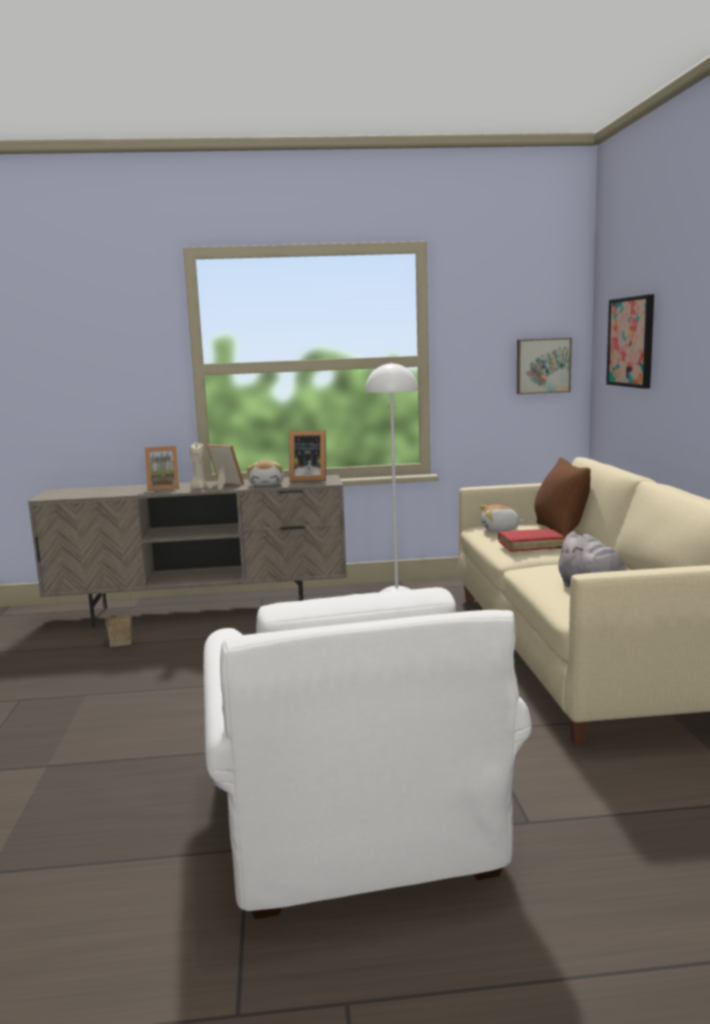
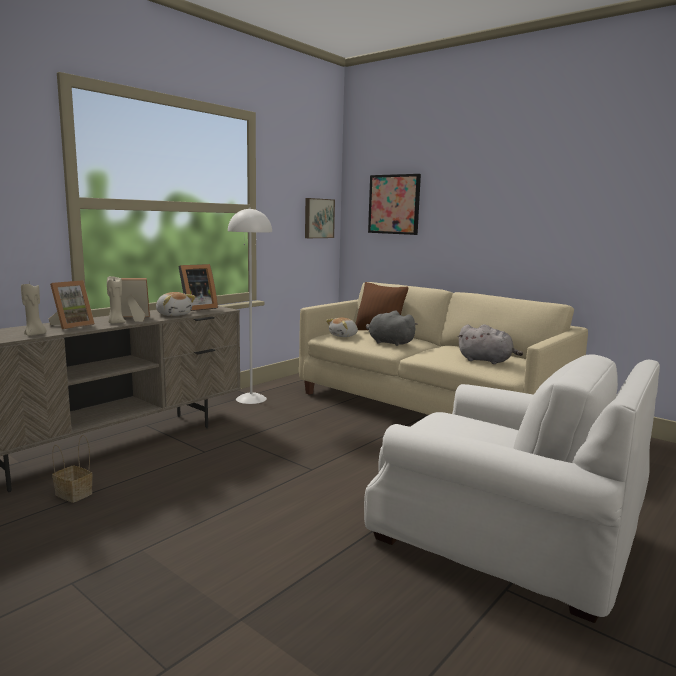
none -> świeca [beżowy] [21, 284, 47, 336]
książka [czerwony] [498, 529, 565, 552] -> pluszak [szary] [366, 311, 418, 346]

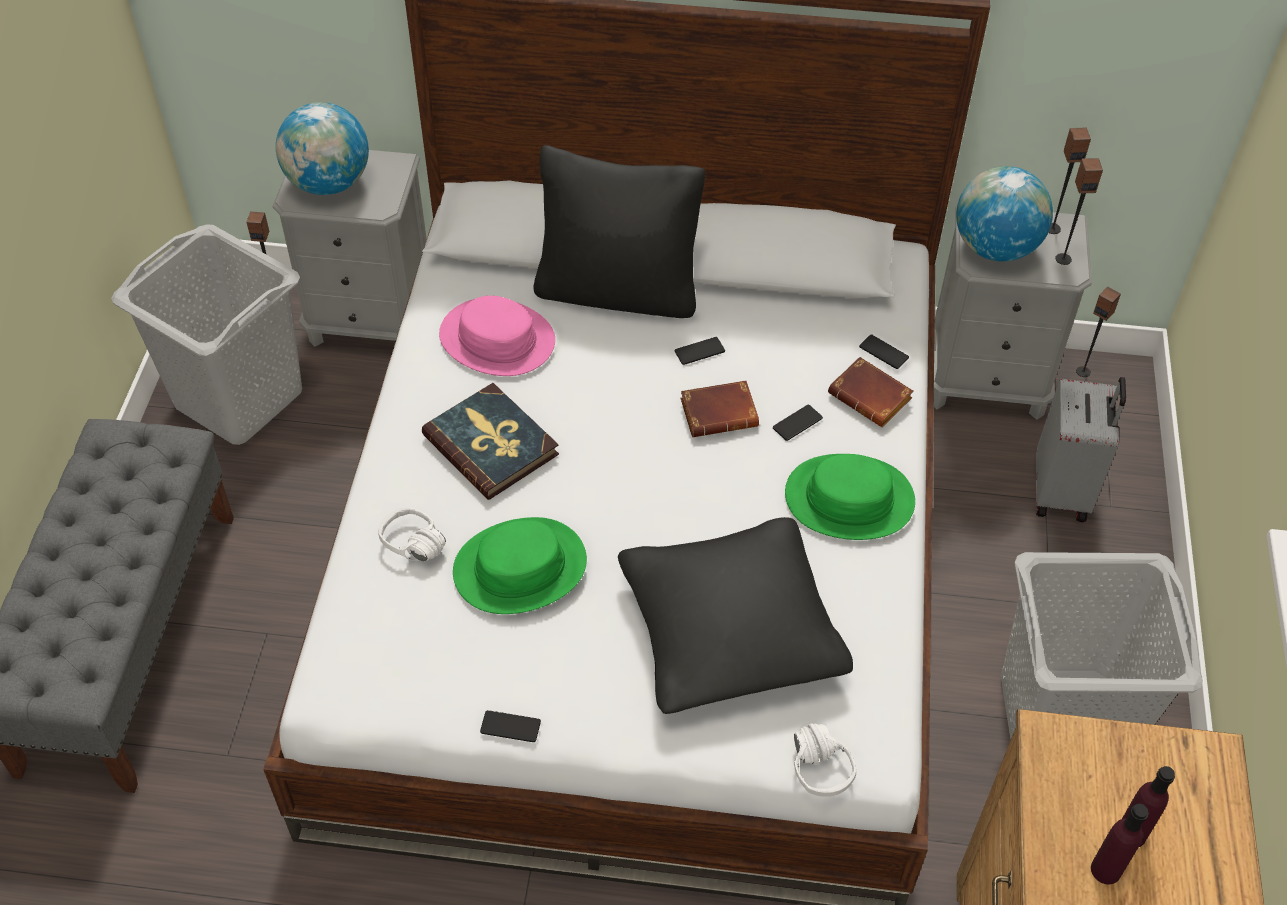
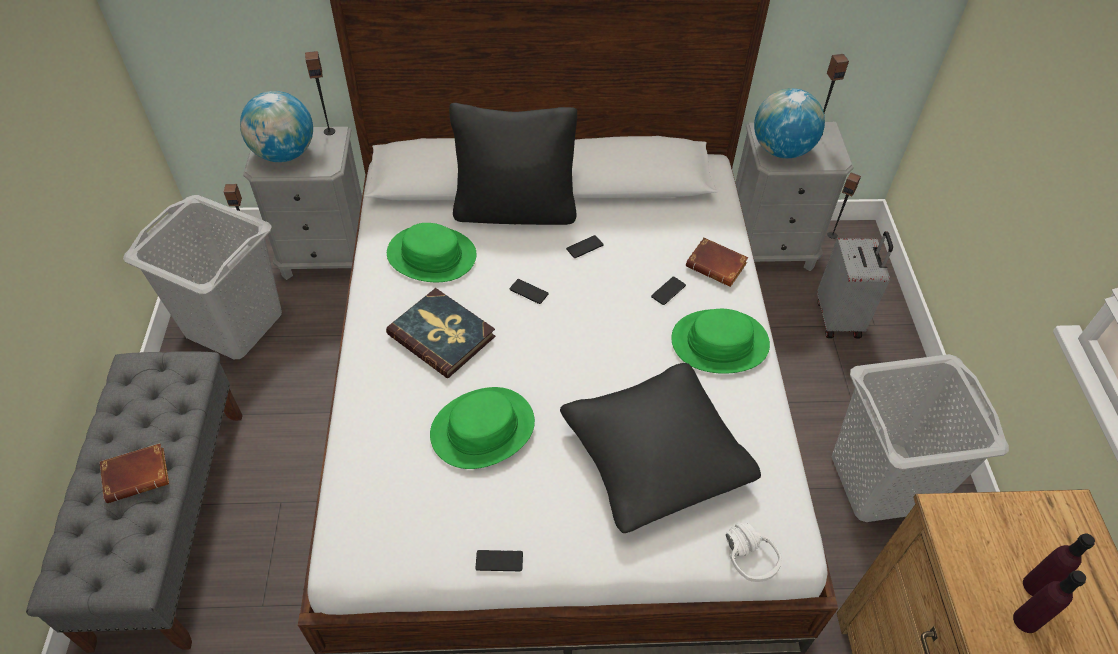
słuchawki [biały] [379, 507, 446, 561] -> none
książka [brązowy] [681, 380, 759, 437] -> książka [brązowy] [100, 443, 169, 504], shifted
telefon [859, 334, 909, 369] -> telefon [510, 279, 549, 304], shifted
głośnik [1055, 158, 1103, 265] -> głośnik [305, 51, 335, 135], shifted
kapelusz [różowy] [439, 296, 555, 376] -> kapelusz [zielony] [387, 223, 476, 282]

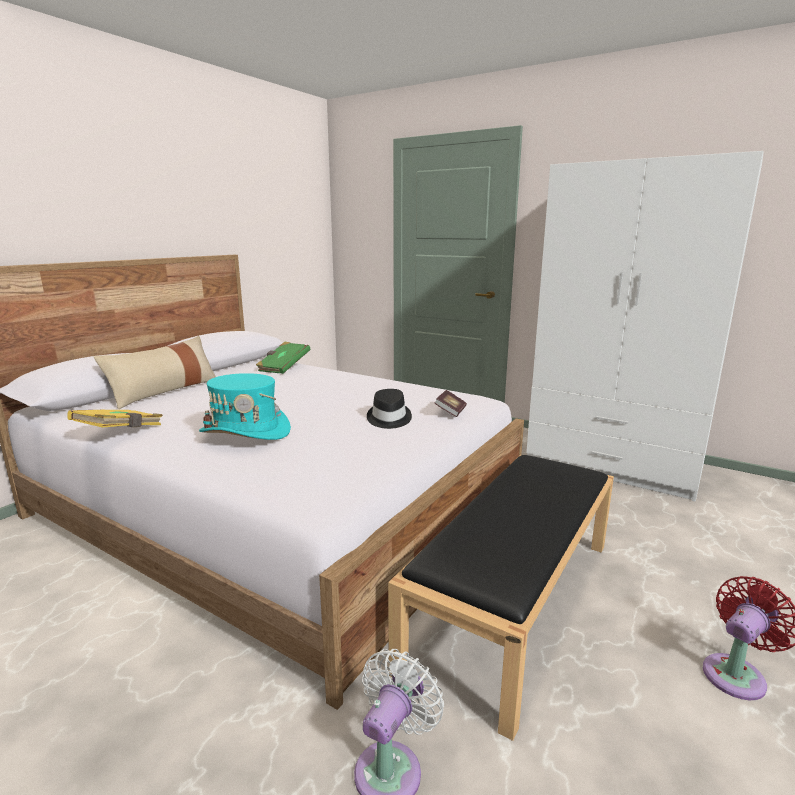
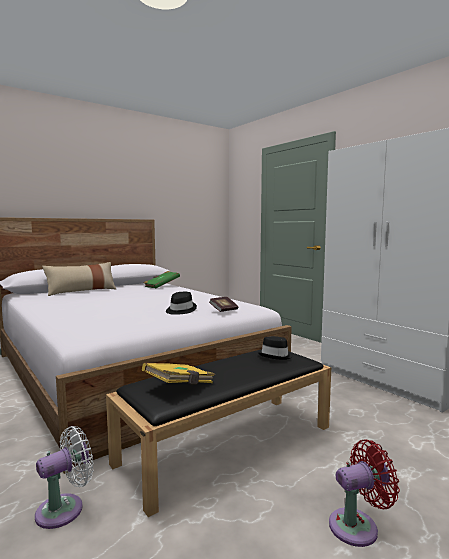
kapelusz [turkusowy] [199, 373, 291, 440] -> none
none -> kapelusz [czarny] [257, 336, 293, 360]
książka [żółty] [67, 410, 163, 428] -> książka [żółty] [142, 363, 215, 384], shifted

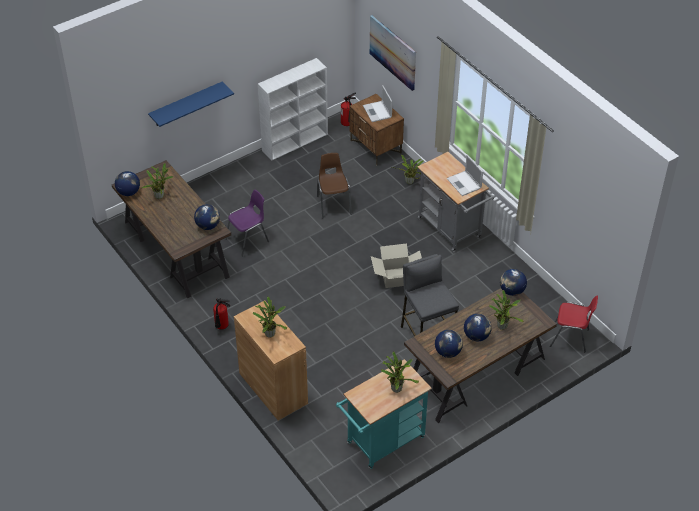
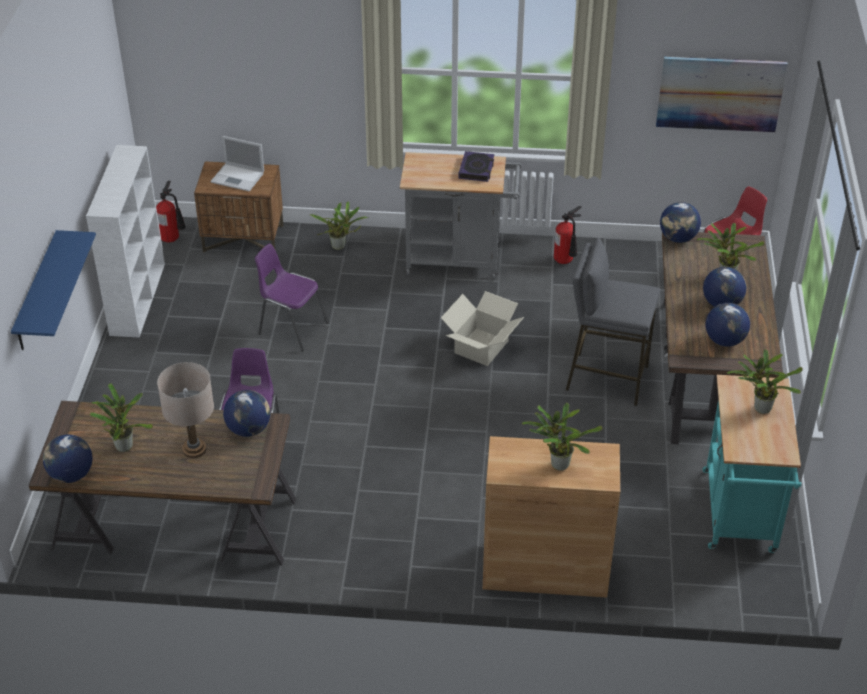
none -> lampa stołowa [beżowy] [157, 362, 214, 458]
gaśnica [213, 299, 230, 330] -> gaśnica [554, 206, 582, 264], shifted
obraz [370, 15, 416, 91] -> obraz [656, 56, 788, 132], shifted
laptop [447, 155, 483, 196] -> książka [458, 151, 494, 182]
krzesło [brązowy] [317, 153, 352, 219] -> krzesło [fioletowy] [255, 244, 328, 352]

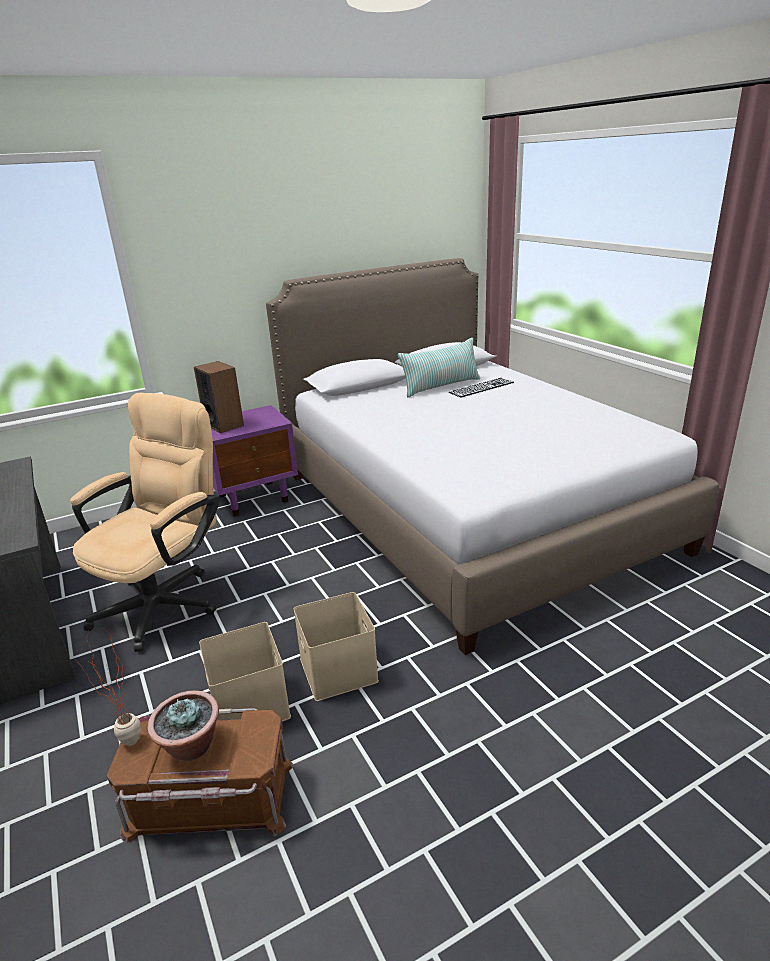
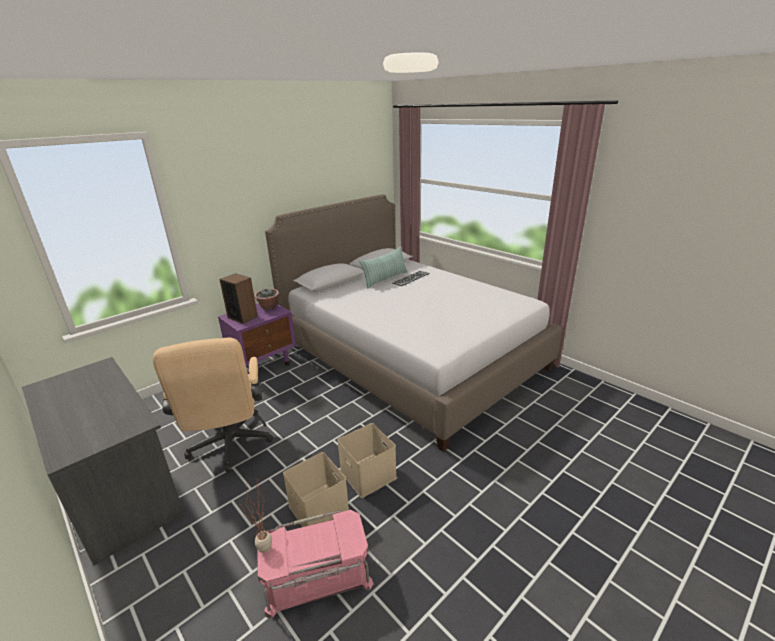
roślina doniczkowa [148, 691, 219, 761] -> roślina doniczkowa [254, 289, 279, 310], shifted
pojemnik do przechowywania [brązowy] [107, 708, 294, 844] -> pojemnik do przechowywania [różowy] [257, 510, 374, 619]
krzesło biurowe [beżowy] [70, 393, 220, 652] -> krzesło biurowe [beżowy] [153, 338, 273, 472], 150 degrees clockwise

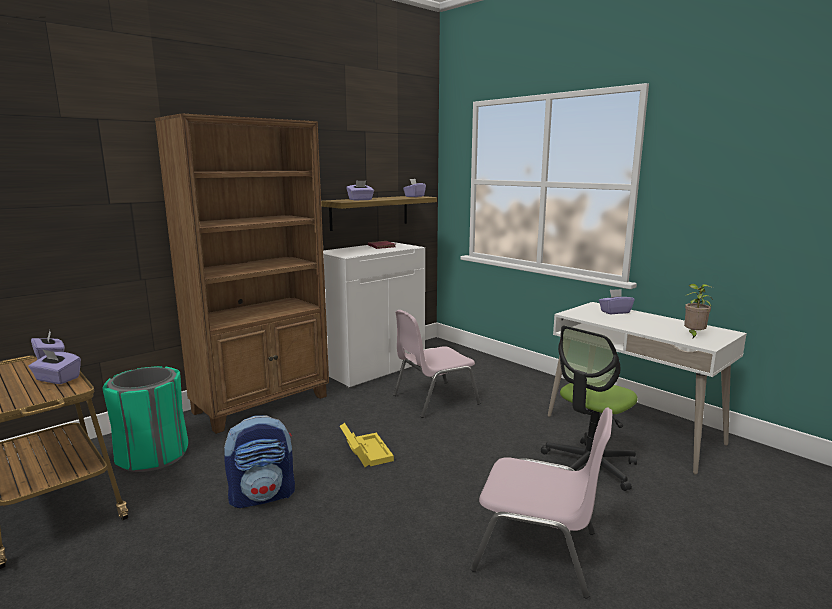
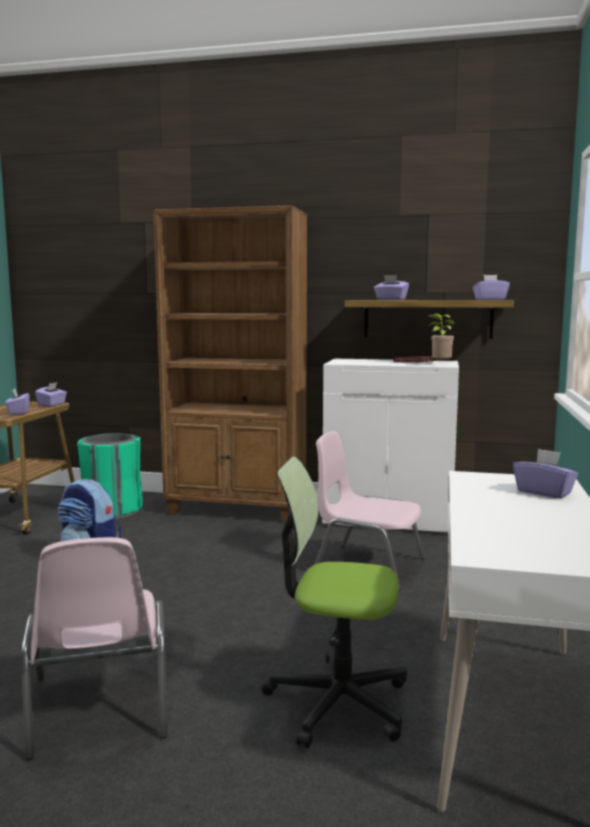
pojemnik do przechowywania [żółty] [340, 423, 394, 467] -> none
roślina doniczkowa [684, 284, 713, 338] -> roślina doniczkowa [428, 314, 454, 365], shifted

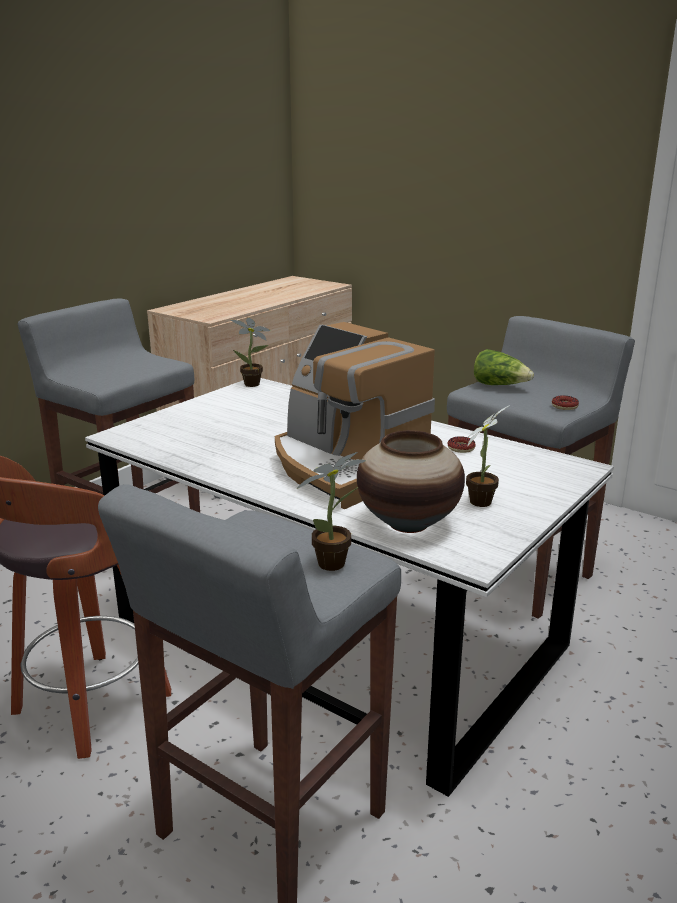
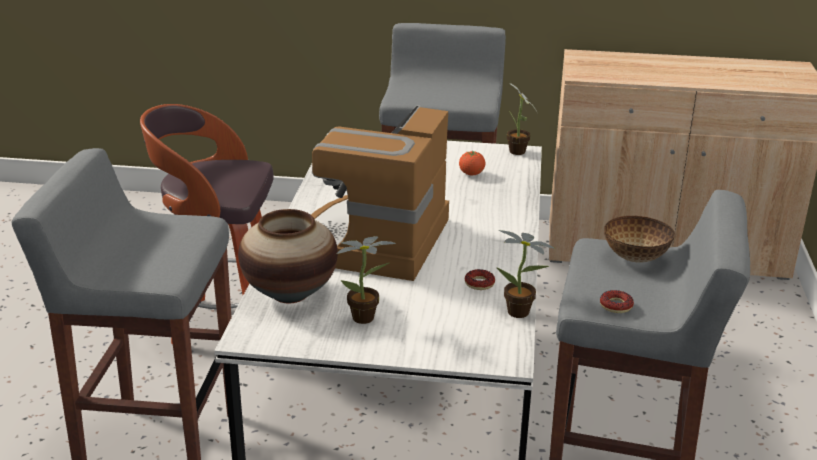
none -> pomidor [459, 151, 485, 175]
roślina doniczkowa [296, 452, 366, 571] -> roślina doniczkowa [496, 230, 556, 318], shifted
sałata [474, 349, 534, 385] -> miska [604, 216, 675, 263]

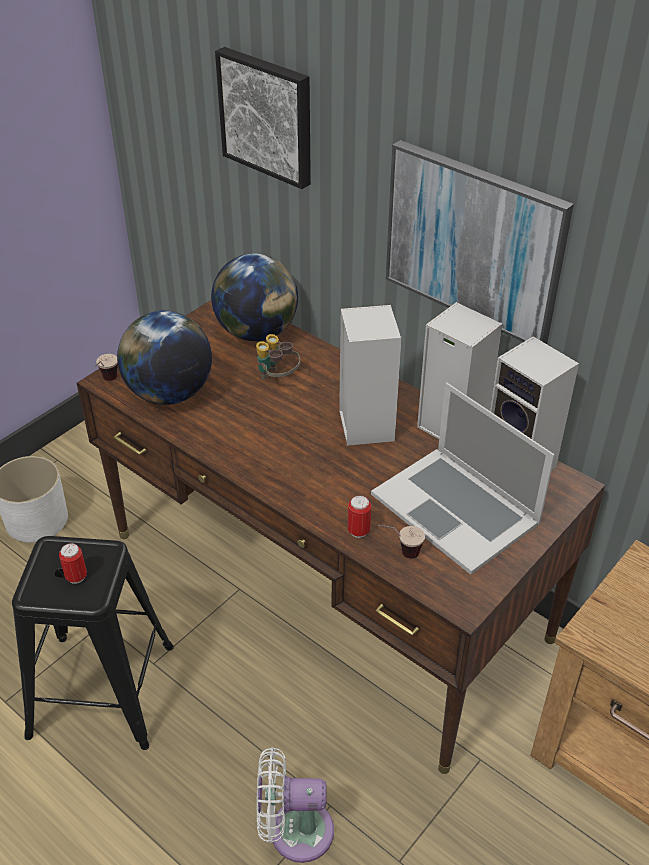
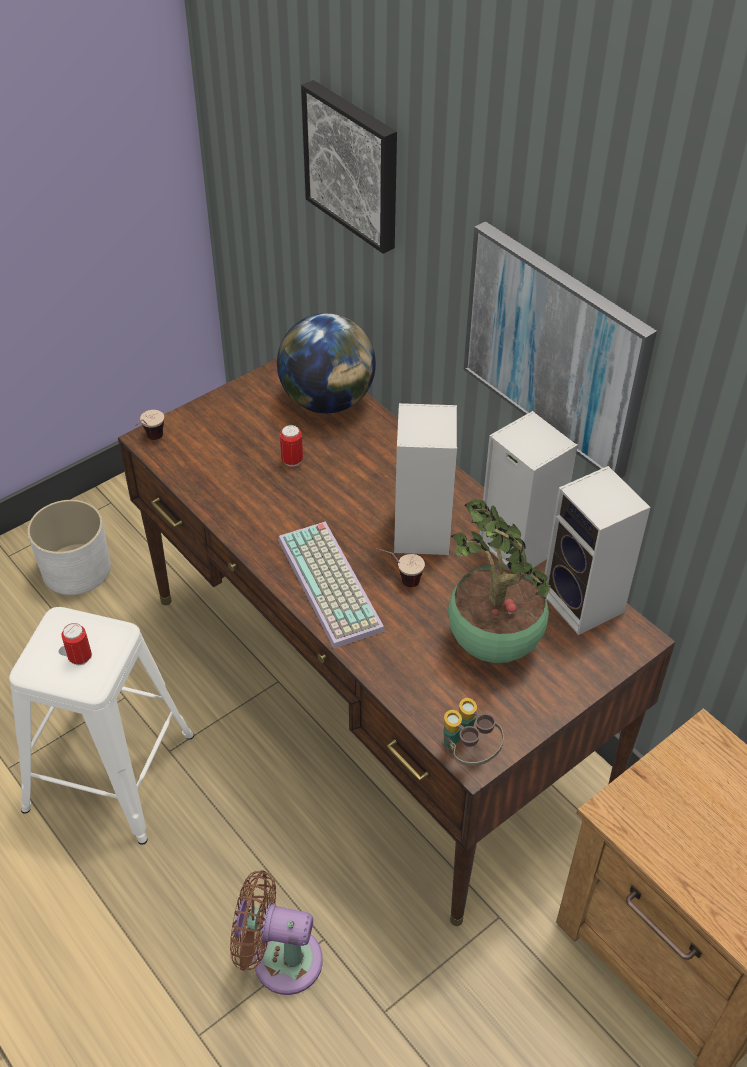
globus [117, 311, 212, 405] -> none
none -> klawiatura [278, 521, 385, 649]
lornetka [256, 334, 300, 380] -> lornetka [443, 698, 504, 766], shifted
puszka [348, 495, 371, 538] -> puszka [280, 425, 303, 467], shifted
filiżanka [378, 525, 425, 559] -> filiżanka [376, 548, 425, 587], shifted
laptop [371, 382, 555, 575] -> roślina doniczkowa [448, 499, 551, 663]
stołek [czarny] [12, 536, 174, 750] -> stołek [biały] [9, 607, 194, 845]
wentylator [biały] [256, 747, 334, 863] -> wentylator [brązowy] [230, 870, 323, 995]

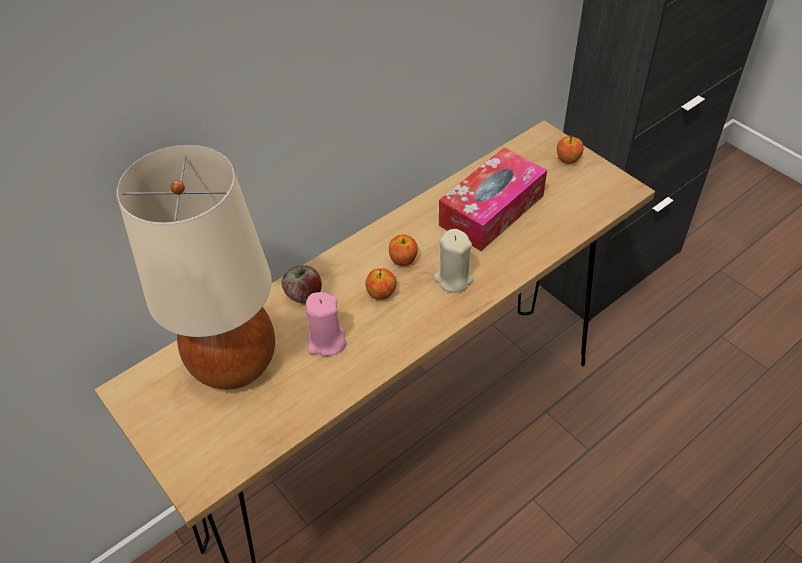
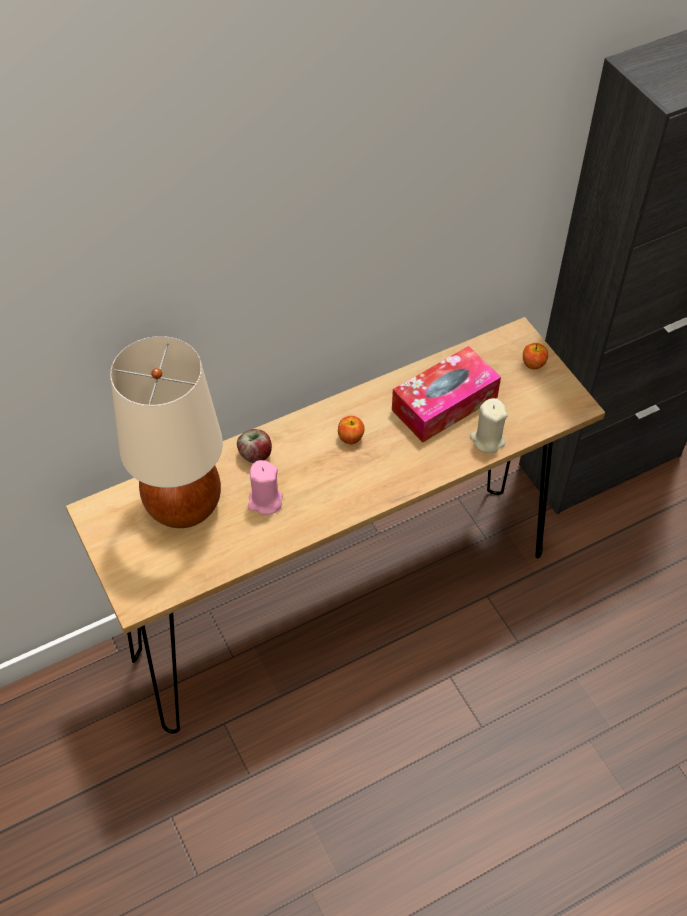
jabłko [365, 268, 397, 300] -> none
świeca [beżowy] [433, 229, 474, 293] -> świeca [beżowy] [470, 398, 508, 453], shifted

